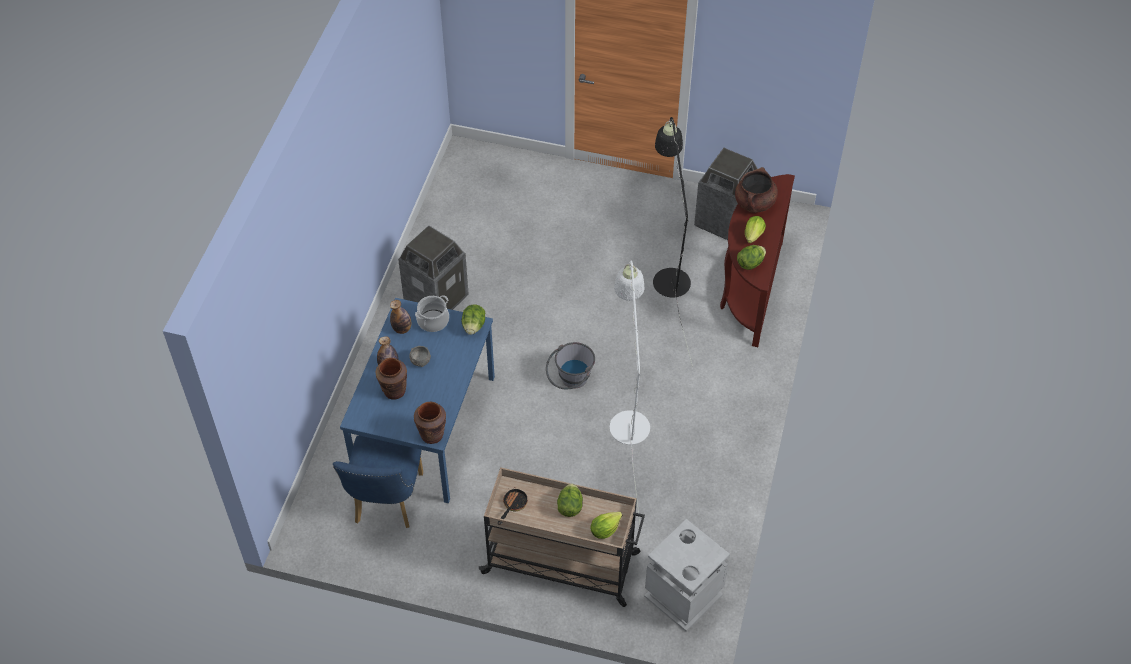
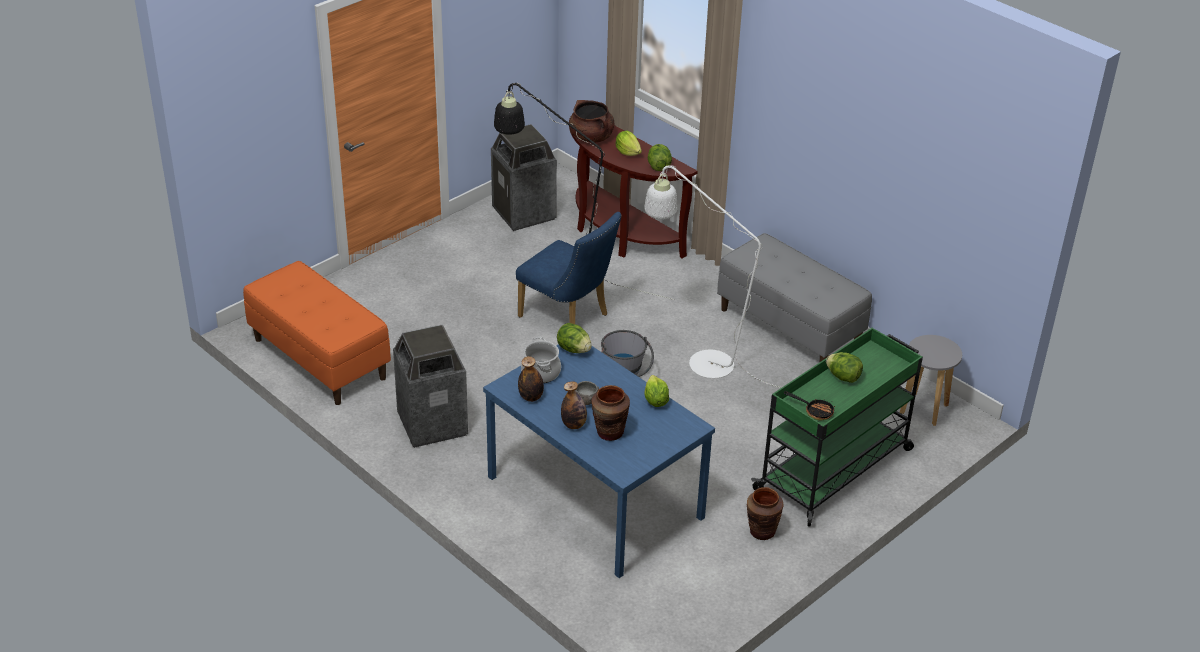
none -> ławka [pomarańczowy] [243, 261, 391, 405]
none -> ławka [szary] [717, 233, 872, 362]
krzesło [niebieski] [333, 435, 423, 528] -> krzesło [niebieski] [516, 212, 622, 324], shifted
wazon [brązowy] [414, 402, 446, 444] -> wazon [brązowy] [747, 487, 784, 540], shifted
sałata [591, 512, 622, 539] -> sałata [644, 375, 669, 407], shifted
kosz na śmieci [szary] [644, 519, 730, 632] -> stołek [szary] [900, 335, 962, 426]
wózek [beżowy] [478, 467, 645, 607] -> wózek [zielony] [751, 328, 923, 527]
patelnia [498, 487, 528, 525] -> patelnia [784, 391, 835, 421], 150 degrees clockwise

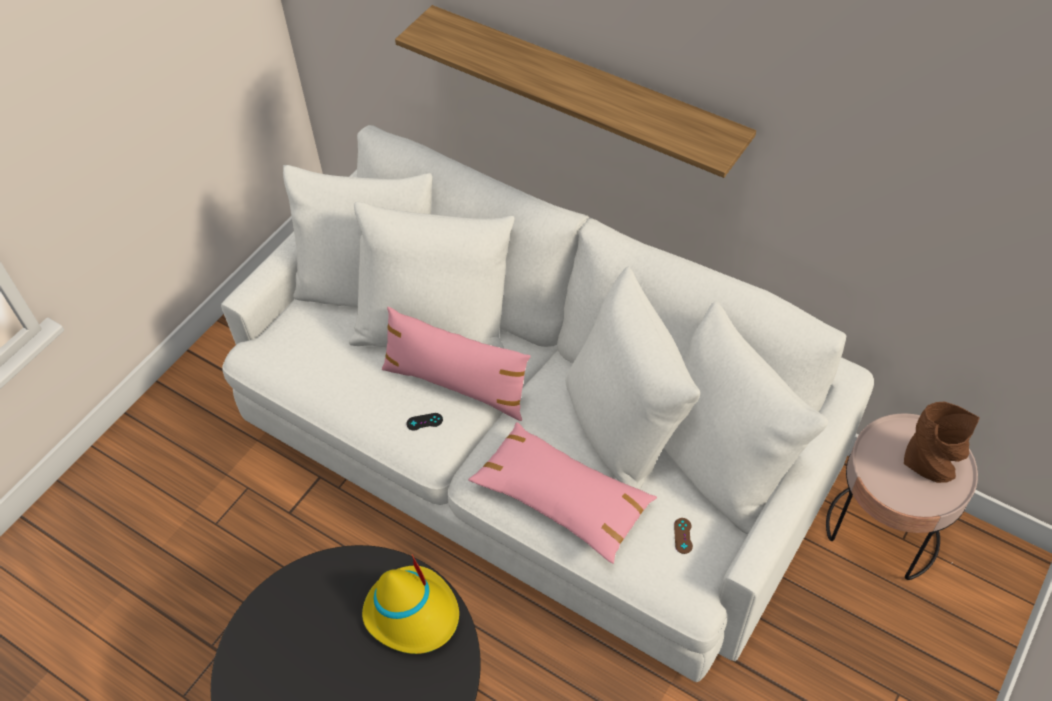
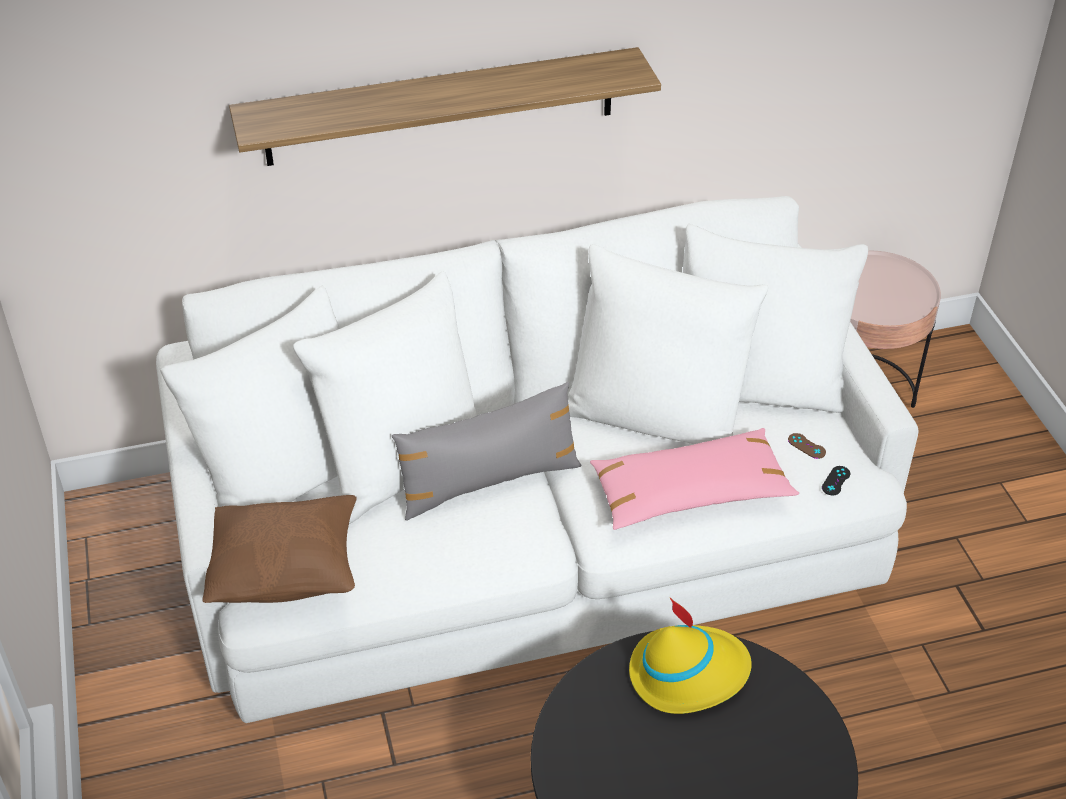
wazon [brązowy] [904, 402, 980, 483] -> none
none -> poduszka [brązowy] [203, 495, 357, 603]
pad do gier [czarny] [407, 413, 443, 431] -> pad do gier [czarny] [822, 466, 850, 496], shifted
poduszka [różowy] [382, 307, 531, 421] -> poduszka [szary] [392, 382, 582, 521]

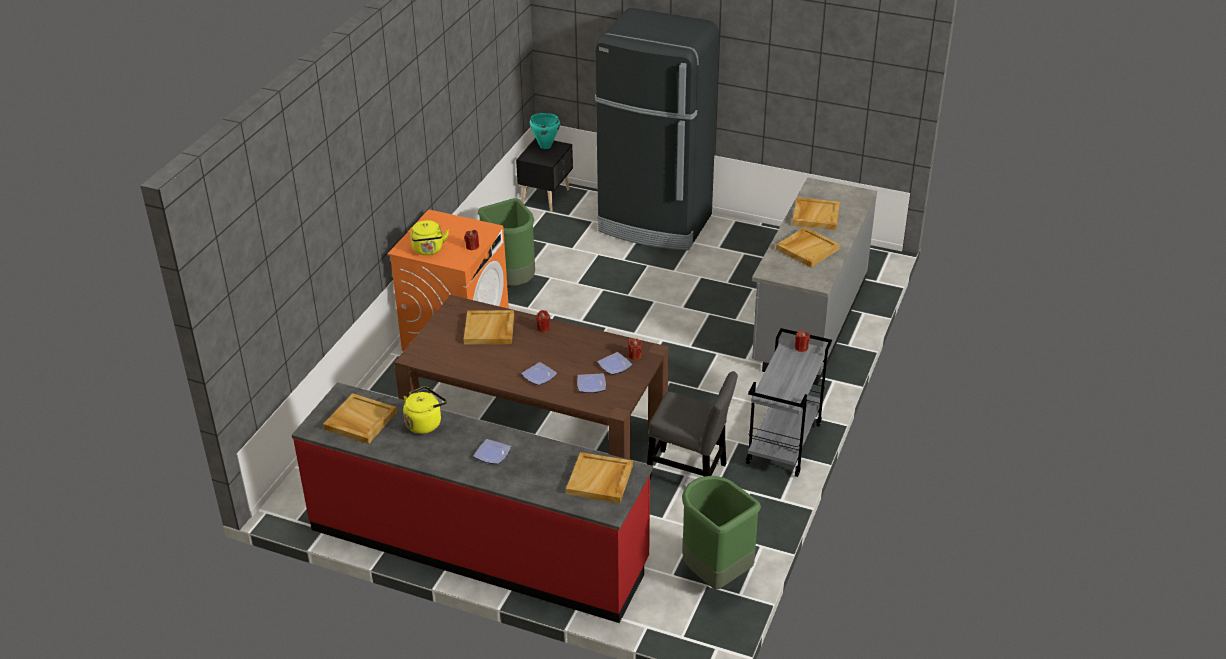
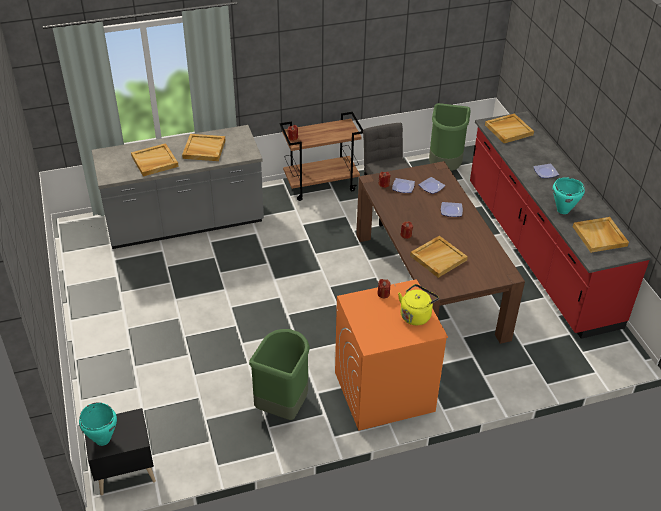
lodówka [czarny] [595, 8, 719, 250] -> none
czajnik [żółty] [403, 386, 447, 434] -> garnek [turkusowy] [553, 177, 585, 214]
wózek [szary] [746, 328, 832, 477] -> wózek [brązowy] [280, 112, 363, 201]

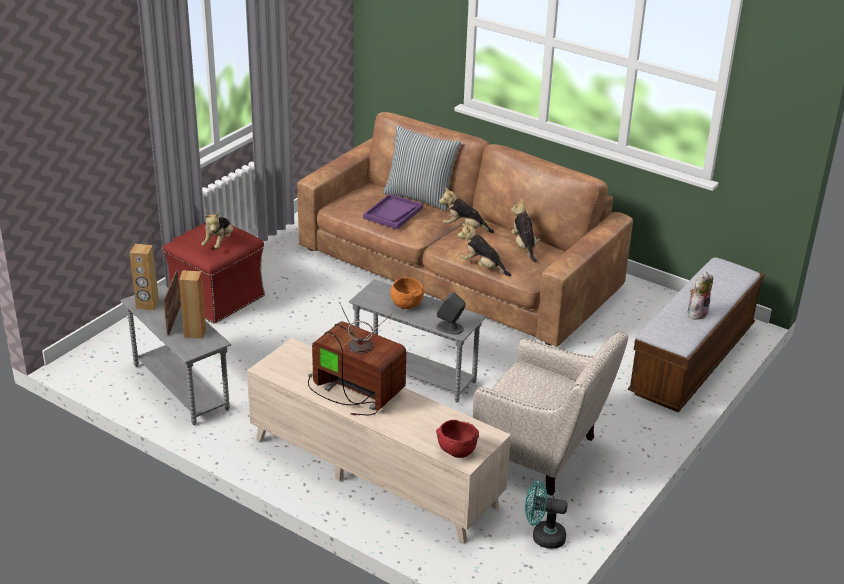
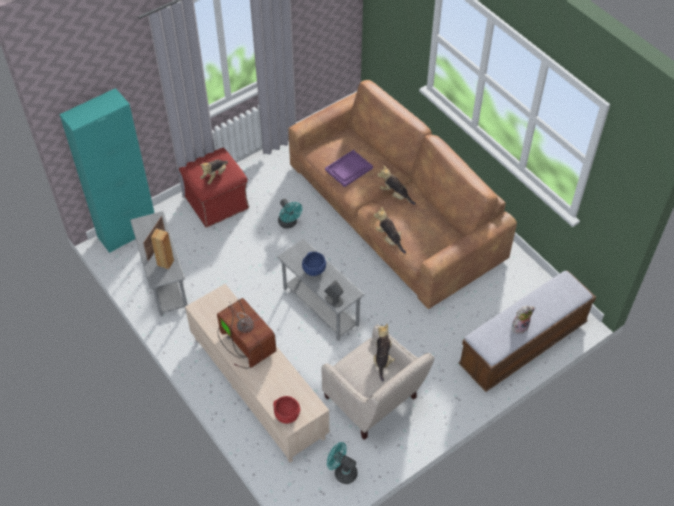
głośnik [brązowy] [130, 244, 159, 311] -> none
poduszka [383, 126, 461, 211] -> none
none -> szafka [turkusowy] [59, 88, 154, 253]
none -> wentylator [turkusowy] [278, 199, 303, 228]
pluszak [511, 198, 540, 263] -> pluszak [374, 323, 395, 382], shifted
miska [pomarańczowy] [391, 277, 424, 309] -> miska [niebieski] [302, 252, 326, 276]

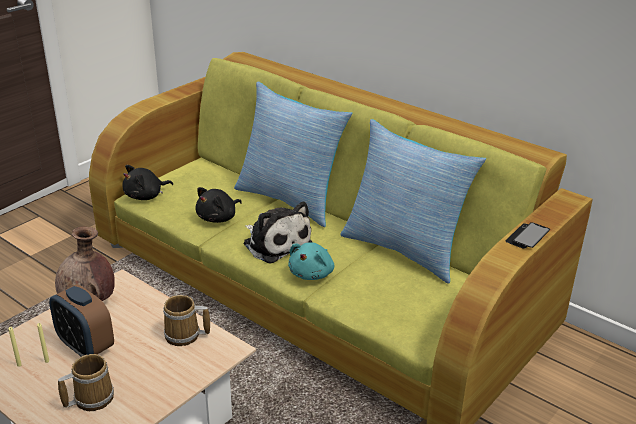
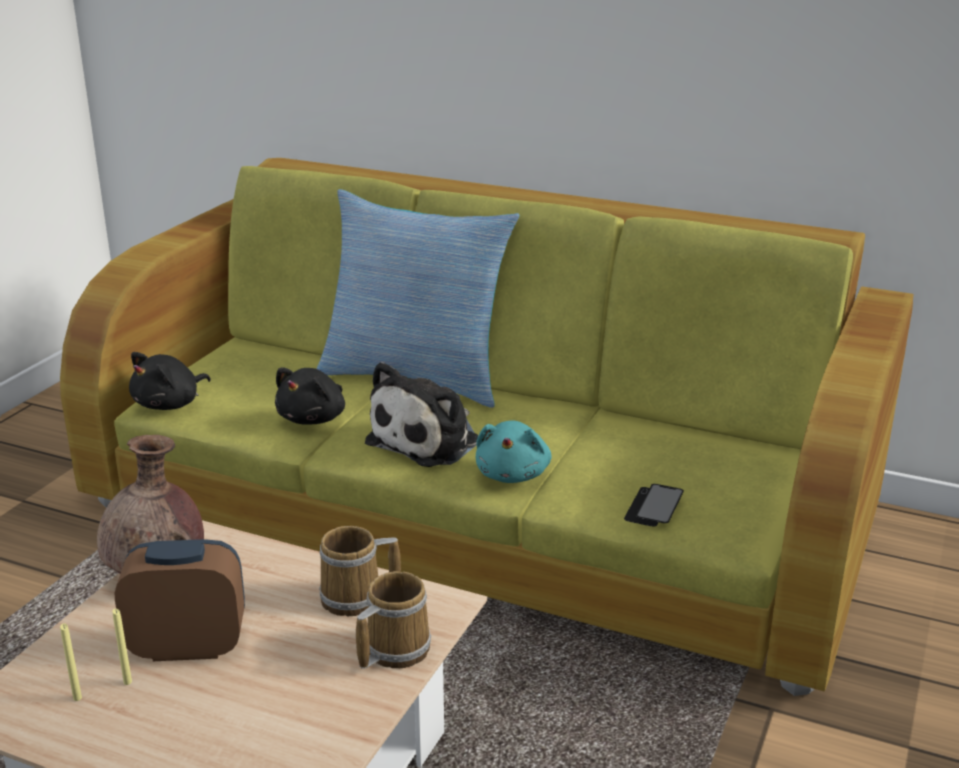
poduszka [340, 119, 486, 284] -> none
kubek [58, 354, 114, 411] -> kubek [356, 571, 431, 669], shifted
telefon [505, 222, 550, 249] -> telefon [624, 484, 684, 527], shifted
budzik [49, 284, 114, 357] -> budzik [115, 539, 245, 661], 150 degrees clockwise
pluszak [244, 202, 312, 264] -> pluszak [365, 362, 478, 467], 90 degrees clockwise

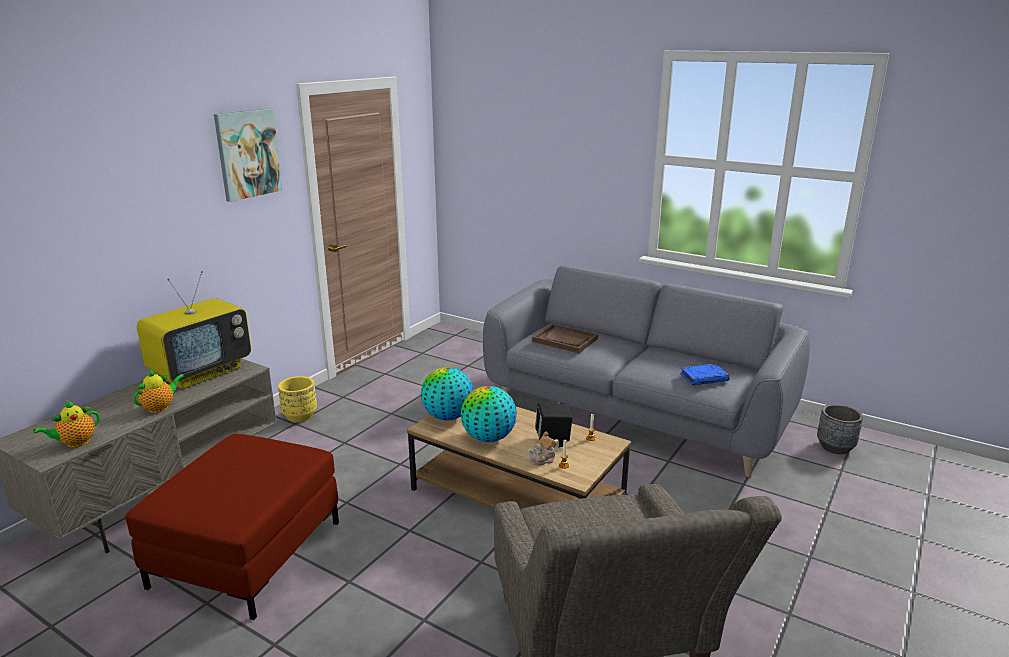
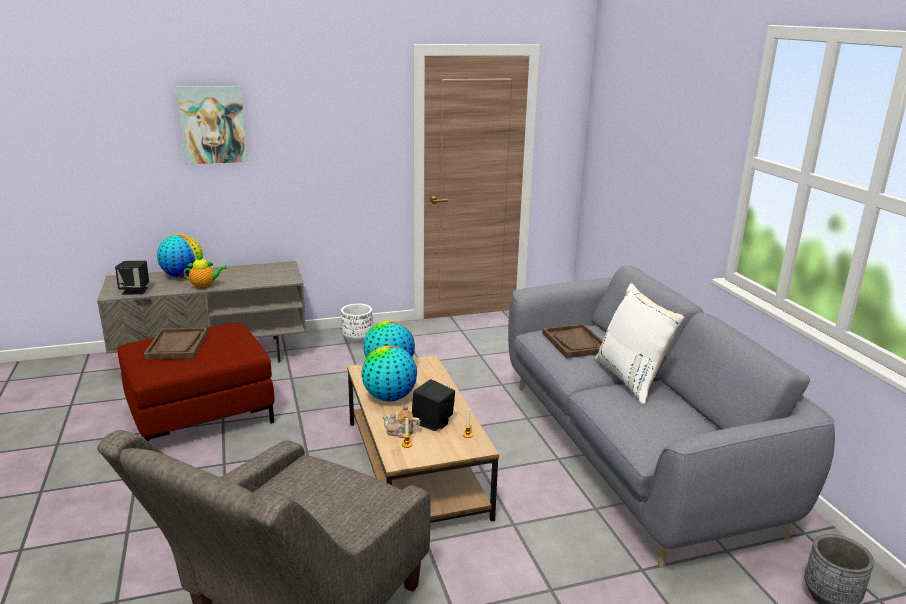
telewizor [137, 271, 251, 389] -> none
książka [niebieski] [680, 364, 729, 385] -> none
none -> taca [brązowy] [144, 328, 208, 359]
none -> globus [157, 234, 203, 278]
none -> poduszka [biały] [594, 283, 684, 405]
obraz [214, 108, 283, 202] -> obraz [176, 86, 248, 164], shifted
imbryk [33, 401, 100, 447] -> głośnik [czarny] [115, 261, 149, 295]
donica [żółty] [278, 376, 317, 422] -> donica [biały] [341, 304, 373, 344]

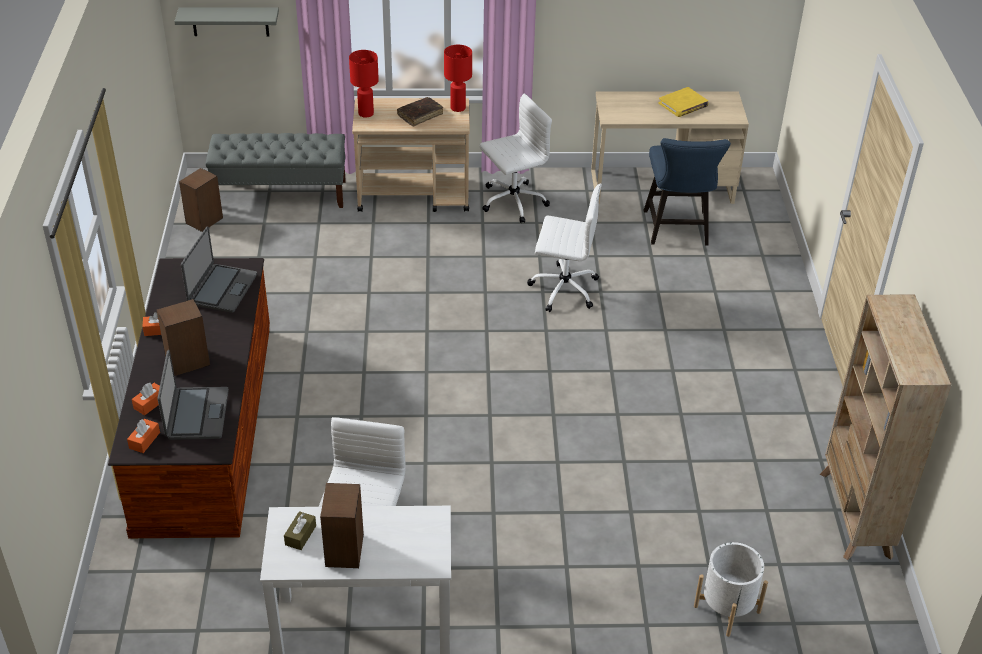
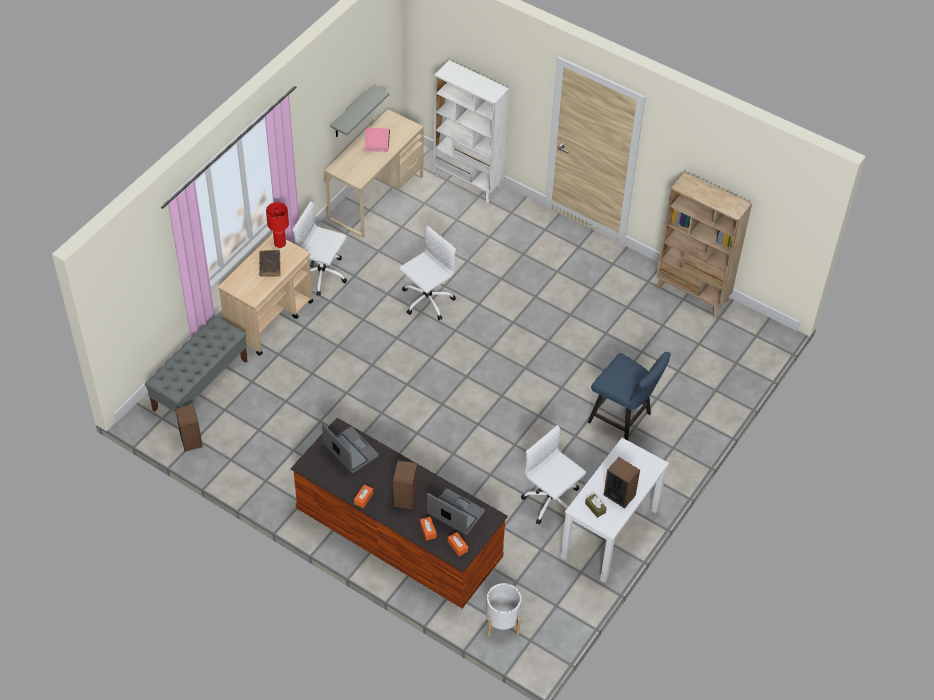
lampa stołowa [czerwony] [349, 50, 379, 118] -> none
none -> regał [biały] [433, 60, 509, 203]
półka [szary] [174, 7, 279, 36] -> półka [szary] [330, 85, 390, 137], shifted
krzesło [niebieski] [643, 138, 731, 246] -> krzesło [niebieski] [587, 352, 671, 440], shifted
donica [biały] [694, 542, 768, 637] -> donica [biały] [486, 583, 521, 636], shifted
książka [żółty] [658, 87, 709, 117] -> książka [różowy] [364, 128, 390, 152]
krzesło biurowe [biały] [479, 93, 552, 223] -> krzesło biurowe [biały] [293, 201, 347, 296], 75 degrees counterclockwise

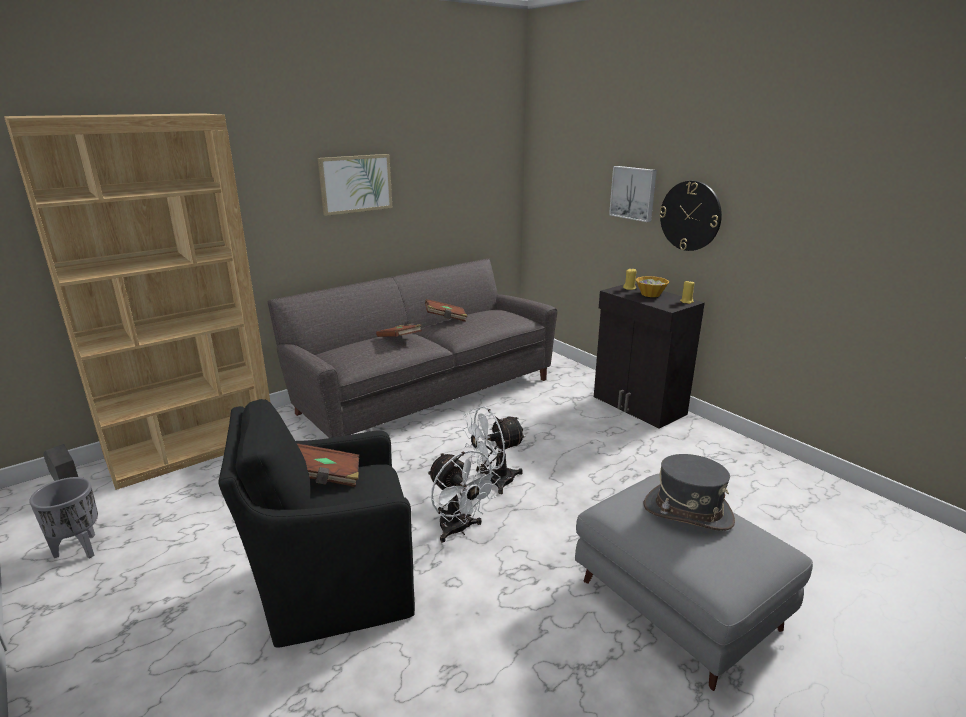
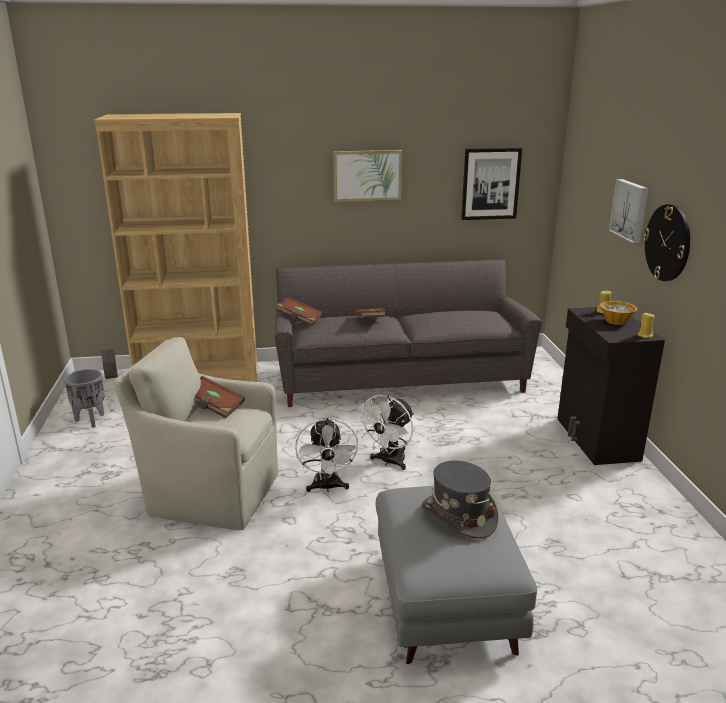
none -> obraz [461, 148, 522, 220]
książka [brązowy] [425, 299, 468, 322] -> książka [brązowy] [276, 297, 323, 326], shifted
fotel [czarny] [218, 399, 415, 648] -> fotel [beżowy] [113, 337, 278, 530]
wentylator [biały] [462, 406, 526, 494] -> wentylator [biały] [356, 394, 414, 470], 60 degrees counterclockwise

